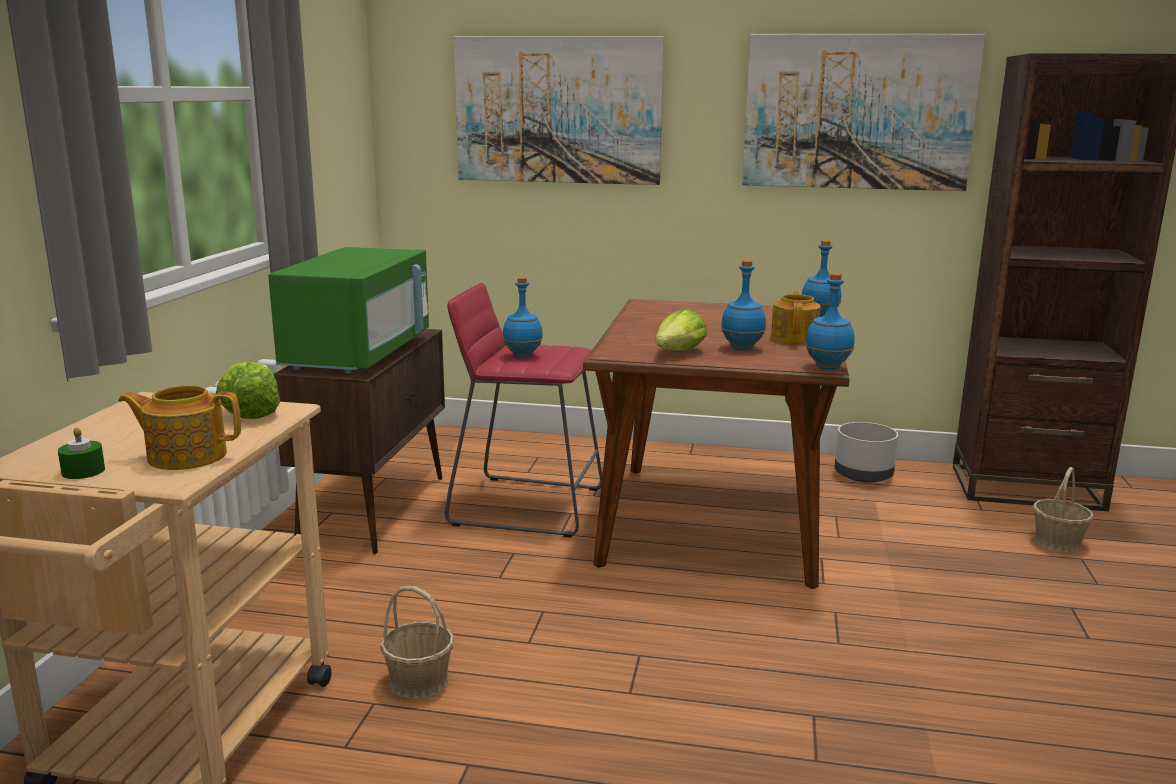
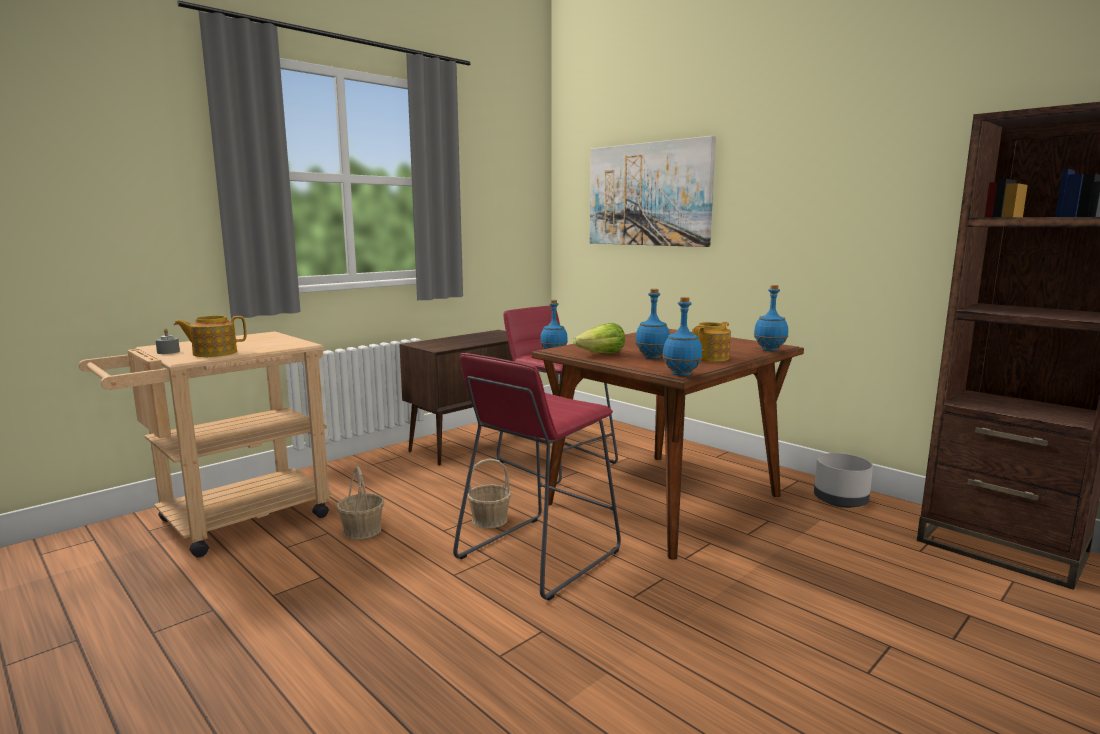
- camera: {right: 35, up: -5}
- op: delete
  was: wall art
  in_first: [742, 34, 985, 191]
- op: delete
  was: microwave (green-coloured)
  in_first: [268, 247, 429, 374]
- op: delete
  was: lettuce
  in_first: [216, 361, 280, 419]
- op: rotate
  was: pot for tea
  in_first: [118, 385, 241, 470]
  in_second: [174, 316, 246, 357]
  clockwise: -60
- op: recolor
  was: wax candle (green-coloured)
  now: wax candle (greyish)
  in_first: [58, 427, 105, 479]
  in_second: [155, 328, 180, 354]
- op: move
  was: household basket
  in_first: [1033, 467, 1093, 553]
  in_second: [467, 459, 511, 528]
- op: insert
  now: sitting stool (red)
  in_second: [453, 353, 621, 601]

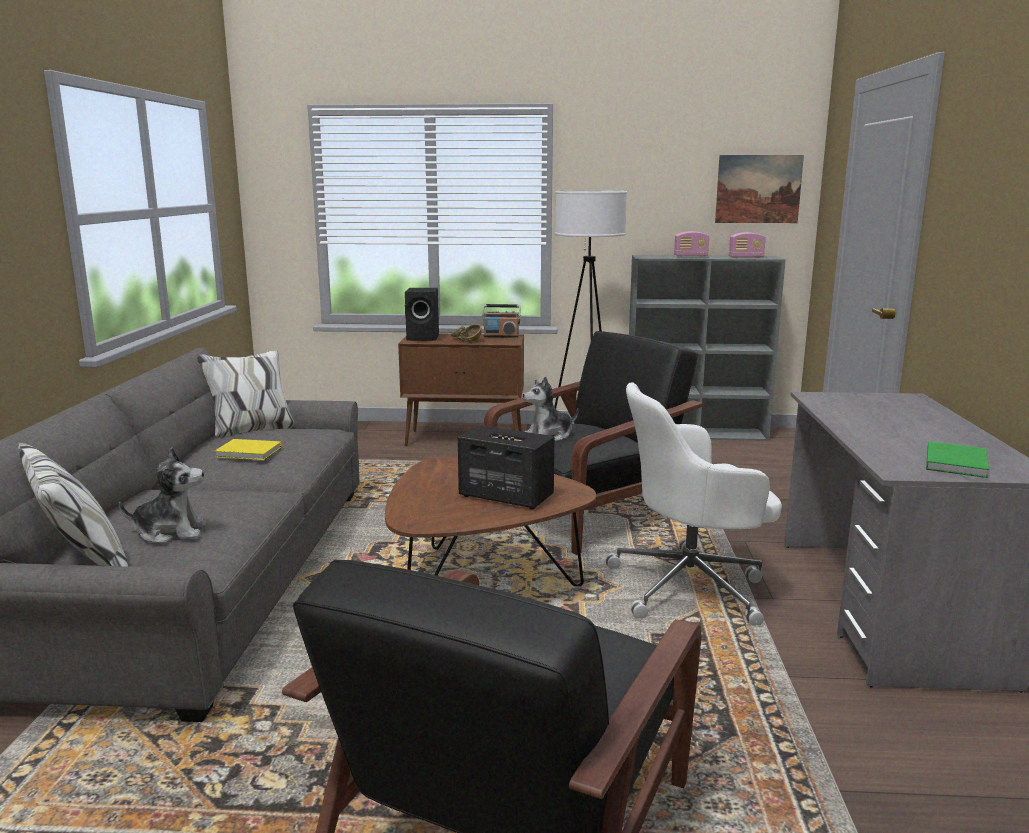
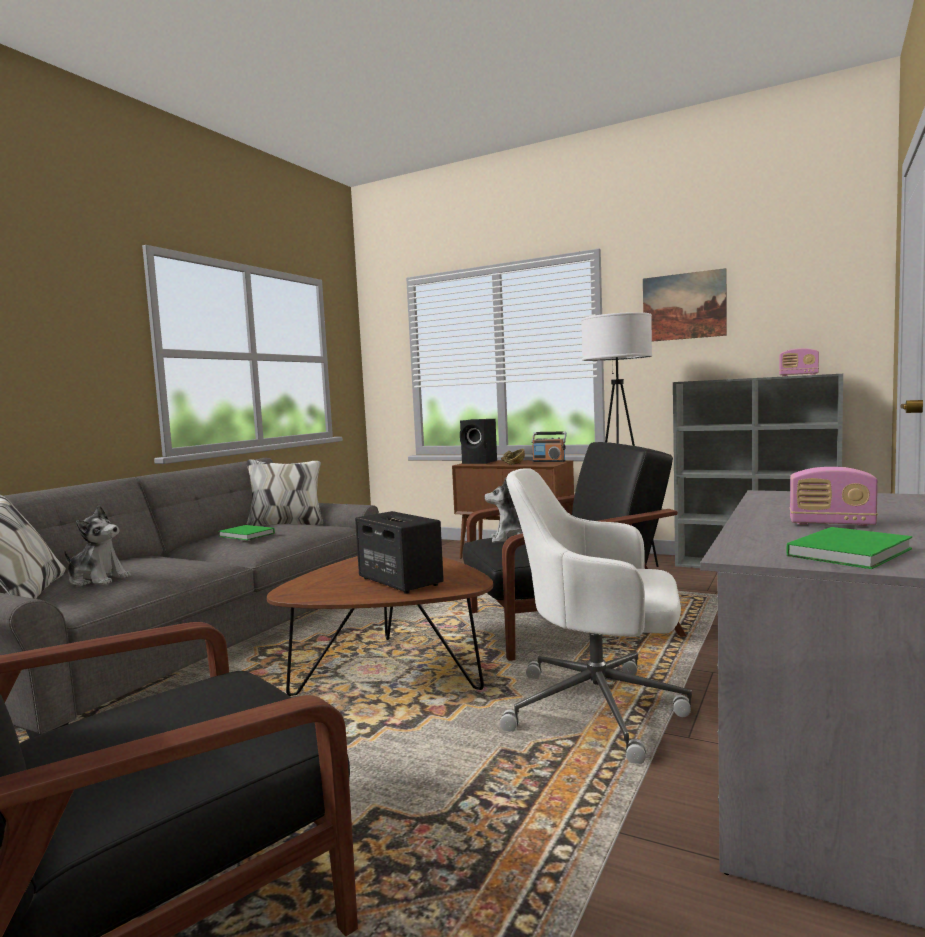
- camera: {right: 25, up: -10}
- op: move
  was: wall art
  in_first: [715, 155, 804, 223]
  in_second: [643, 268, 727, 342]
- op: move
  was: radio receiver
  in_first: [674, 231, 709, 257]
  in_second: [790, 467, 878, 526]
- op: recolor
  was: book (yellow)
  now: book (green-coloured)
  in_first: [214, 439, 282, 460]
  in_second: [218, 525, 275, 540]

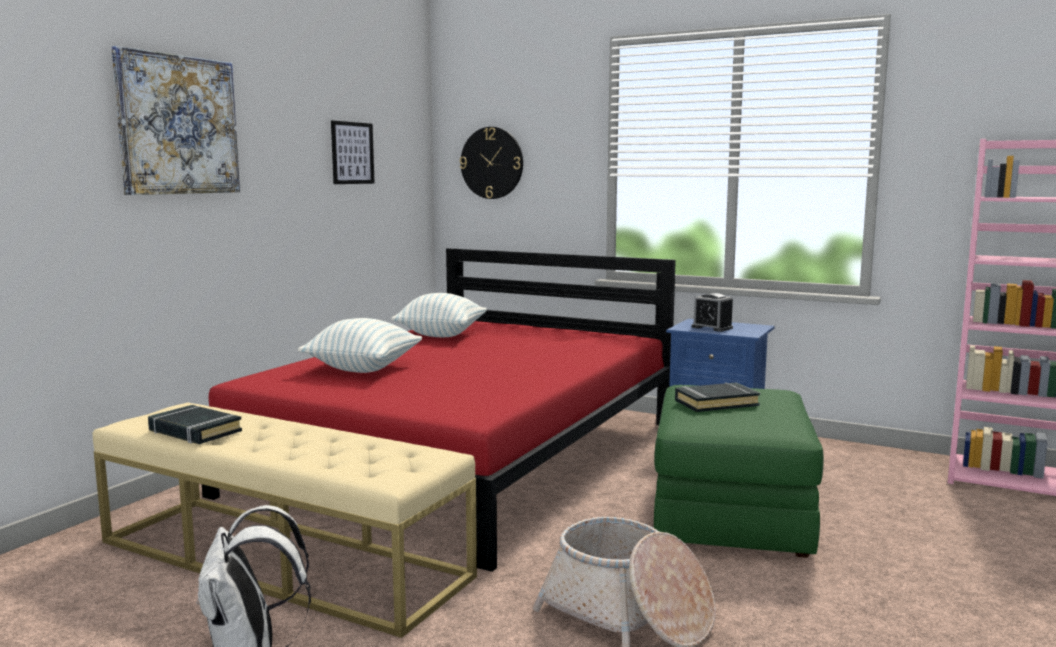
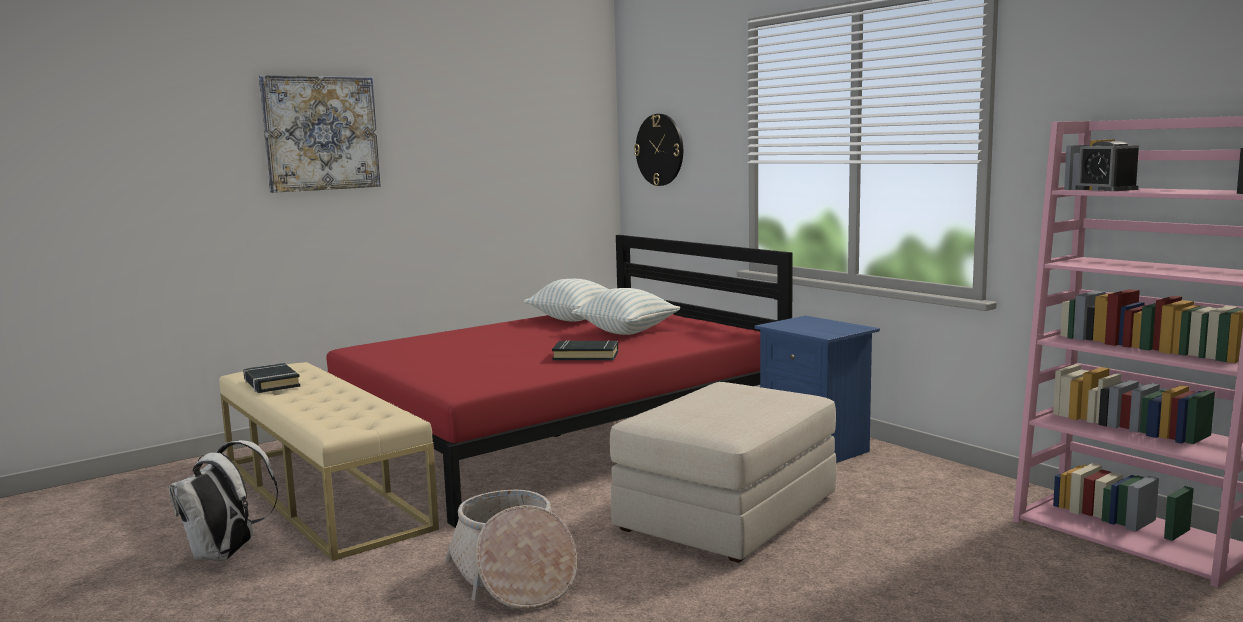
- camera: {right: 25, up: 0}
- op: delete
  was: wall art
  in_first: [331, 121, 375, 184]
- op: move
  was: alarm clock
  in_first: [692, 293, 733, 332]
  in_second: [1075, 141, 1139, 191]
- op: move
  was: cushion
  in_first: [298, 318, 422, 373]
  in_second: [572, 288, 680, 335]
- op: move
  was: book (black)
  in_first: [675, 383, 760, 412]
  in_second: [552, 340, 618, 361]
- op: recolor
  was: ottoman (green-coloured)
  now: ottoman (beige-coloured)
  in_first: [654, 385, 824, 558]
  in_second: [610, 382, 836, 563]

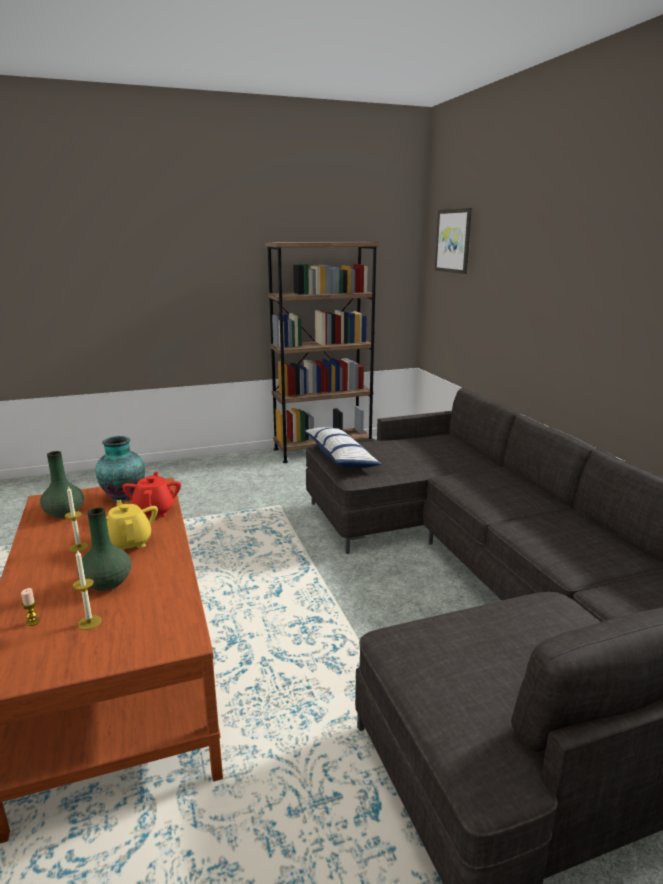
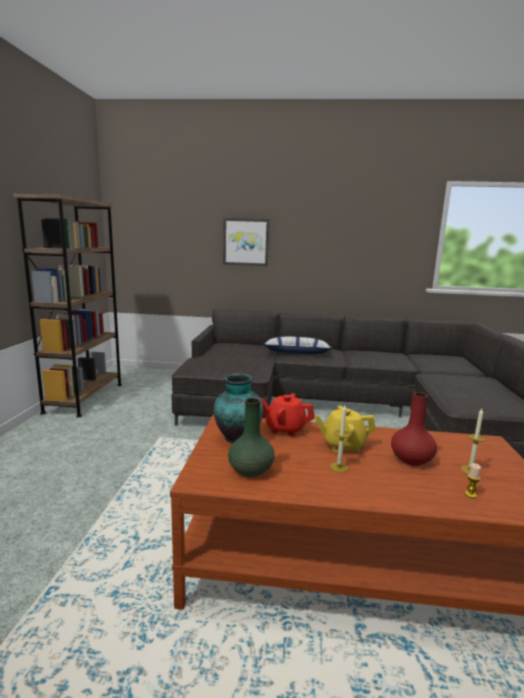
- camera: {right: -65, up: -5}
- op: move
  was: wall art
  in_first: [435, 208, 472, 274]
  in_second: [223, 218, 270, 266]
- op: move
  was: cushion
  in_first: [303, 427, 382, 468]
  in_second: [263, 337, 333, 354]
- op: recolor
  was: decorative vase (green-coloured)
  now: decorative vase (red)
  in_first: [77, 508, 131, 591]
  in_second: [391, 392, 437, 466]

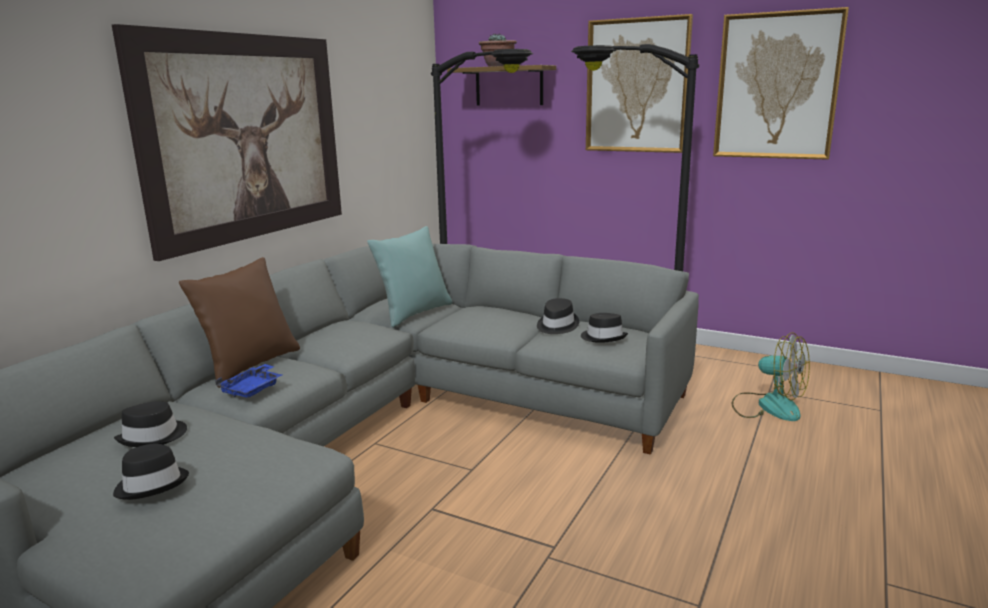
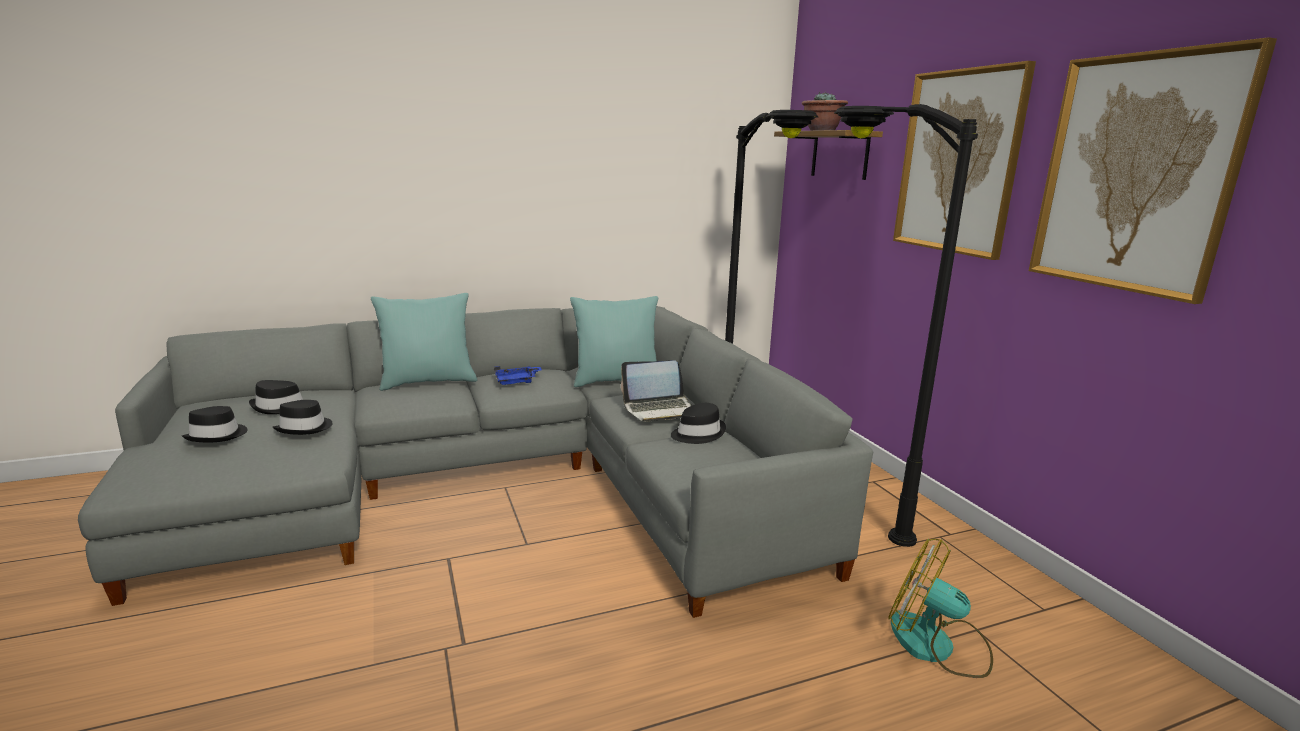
- camera: {right: 40, up: 0}
- op: delete
  was: wall art
  in_first: [112, 24, 342, 261]
- op: recolor
  was: cushion (brownish)
  now: cushion (turquoise-coloured)
  in_first: [179, 257, 300, 388]
  in_second: [371, 293, 477, 391]
- op: move
  was: hat (black)
  in_first: [581, 313, 628, 343]
  in_second: [273, 400, 333, 435]
- op: rotate
  was: electric fan
  in_first: [732, 332, 810, 421]
  in_second: [888, 539, 993, 678]
  clockwise: 135
- op: move
  was: tray (blue-coloured)
  in_first: [215, 364, 282, 398]
  in_second: [494, 366, 542, 385]
- op: insert
  now: notebook computer
  in_second: [621, 360, 692, 422]

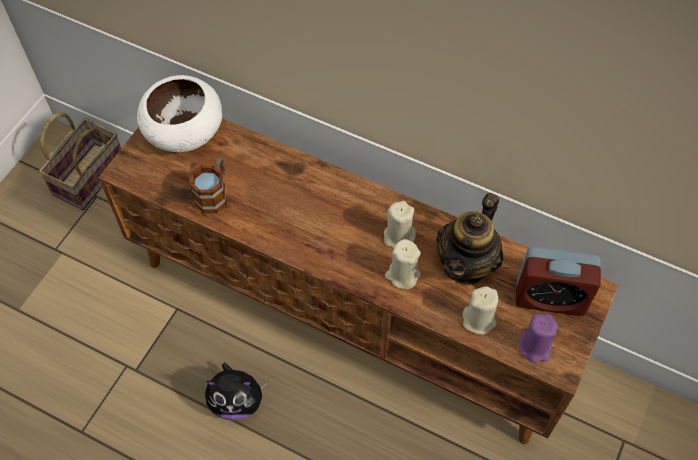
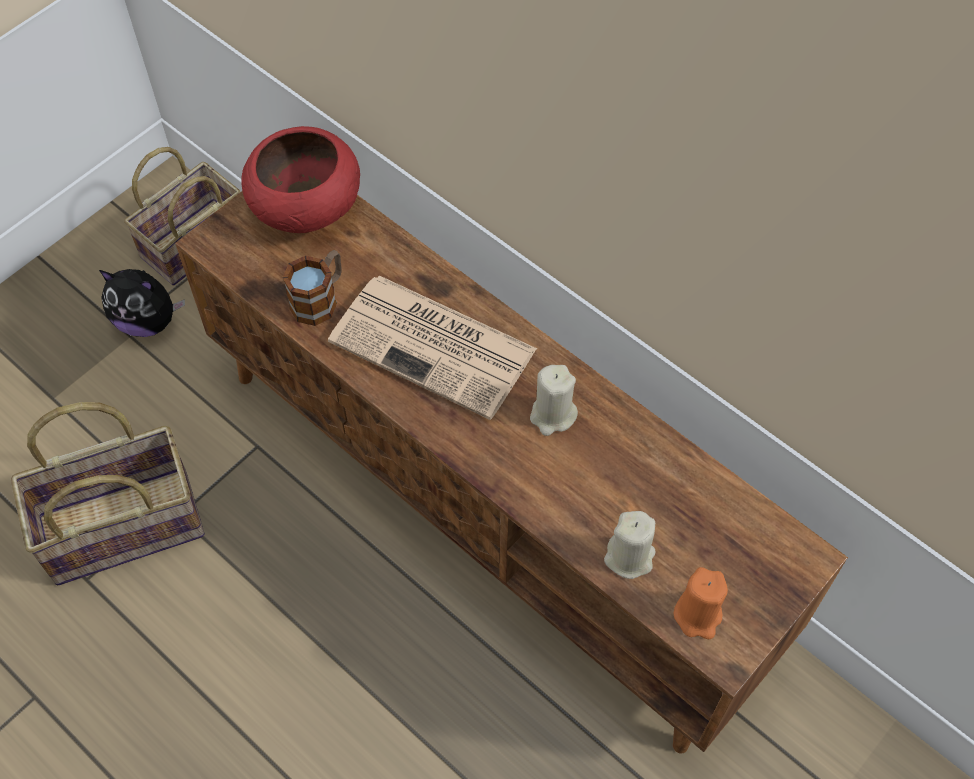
- camera: {right: 15, up: 0}
- op: recolor
  was: serving bowl (white)
  now: serving bowl (red)
  in_first: [137, 75, 222, 152]
  in_second: [241, 126, 360, 233]
- op: delete
  was: pot for tea
  in_first: [436, 193, 503, 285]
- op: delete
  was: wax candle (beige-coloured)
  in_first: [385, 239, 421, 289]
- op: delete
  was: alarm clock
  in_first: [515, 247, 601, 316]
- op: recolor
  was: wax candle (purple)
  now: wax candle (orange)
  in_first: [519, 314, 558, 363]
  in_second: [674, 567, 728, 639]
- op: move
  was: plush toy
  in_first: [205, 363, 268, 421]
  in_second: [99, 269, 185, 337]
- op: insert
  now: newspaper
  in_second: [328, 275, 537, 420]
- op: insert
  now: household basket
  in_second: [11, 402, 204, 585]

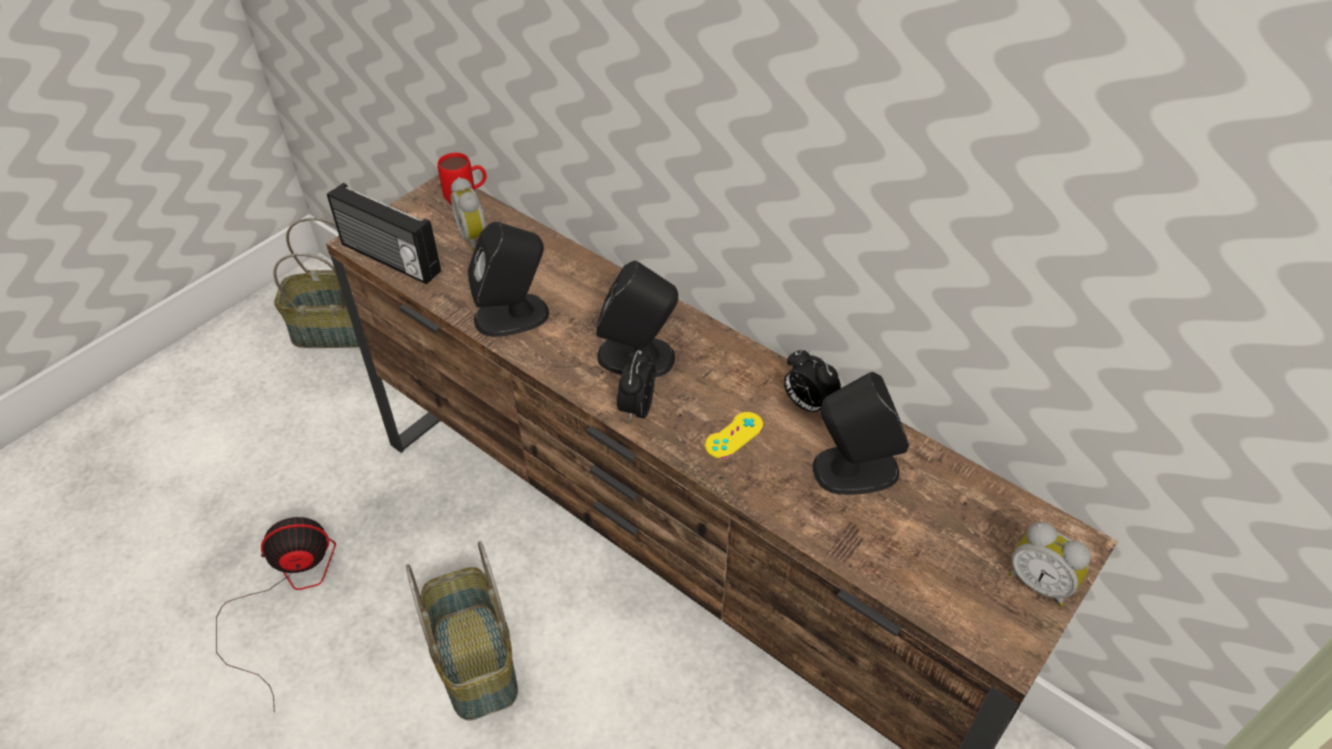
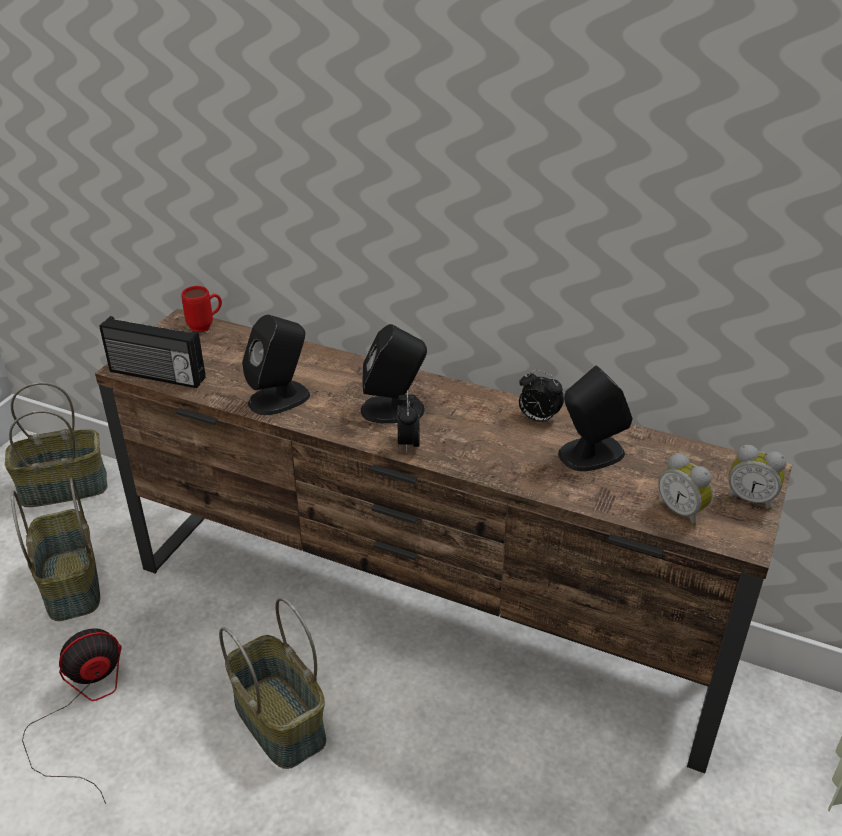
- camera: {right: -15, up: -10}
- op: move
  was: alarm clock
  in_first: [450, 177, 486, 251]
  in_second: [658, 453, 713, 526]
- op: delete
  was: game controller (yellow)
  in_first: [705, 412, 763, 458]
- op: insert
  now: household basket
  in_second: [11, 477, 100, 621]

